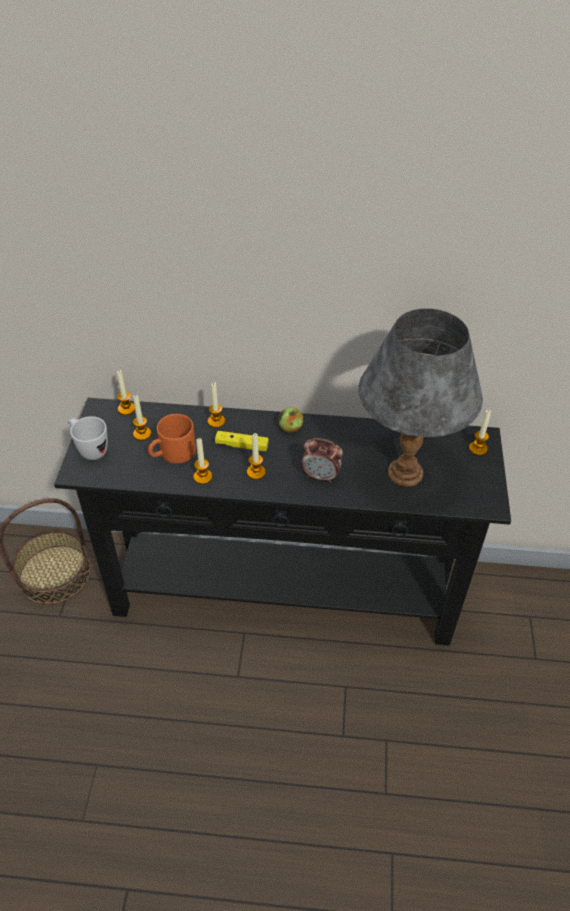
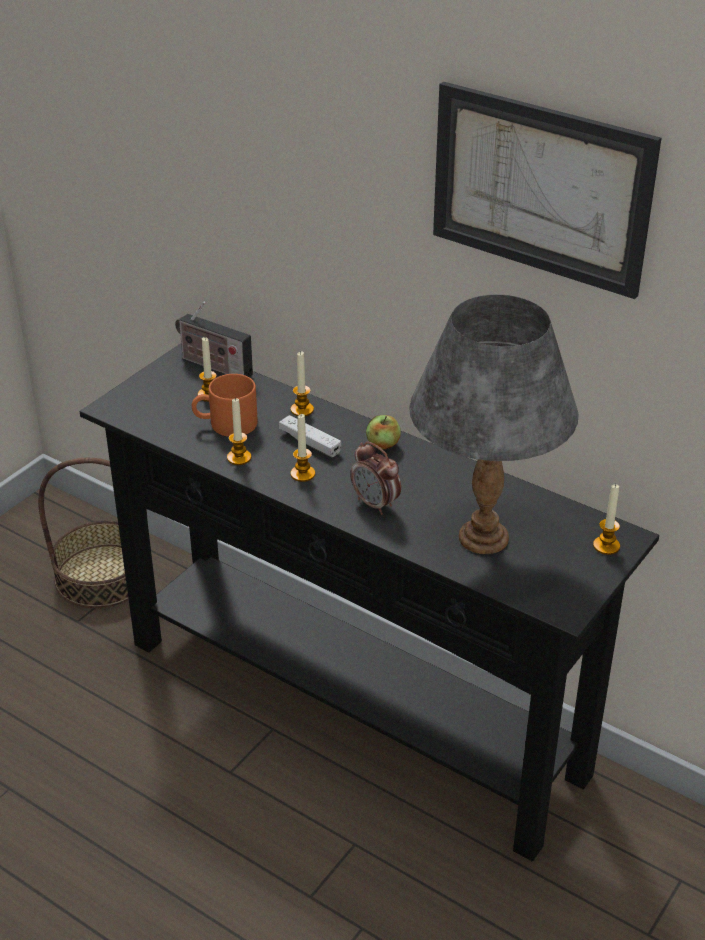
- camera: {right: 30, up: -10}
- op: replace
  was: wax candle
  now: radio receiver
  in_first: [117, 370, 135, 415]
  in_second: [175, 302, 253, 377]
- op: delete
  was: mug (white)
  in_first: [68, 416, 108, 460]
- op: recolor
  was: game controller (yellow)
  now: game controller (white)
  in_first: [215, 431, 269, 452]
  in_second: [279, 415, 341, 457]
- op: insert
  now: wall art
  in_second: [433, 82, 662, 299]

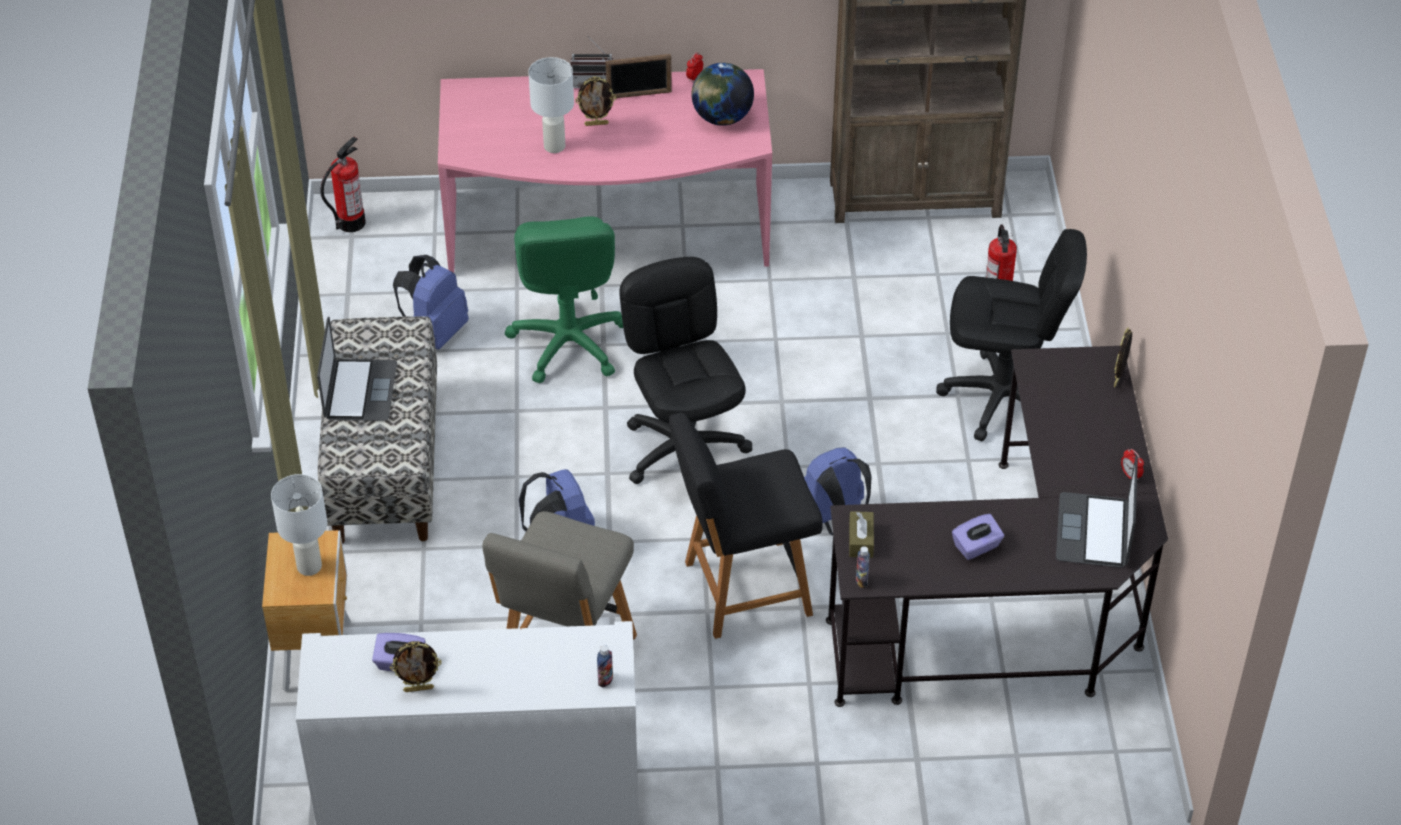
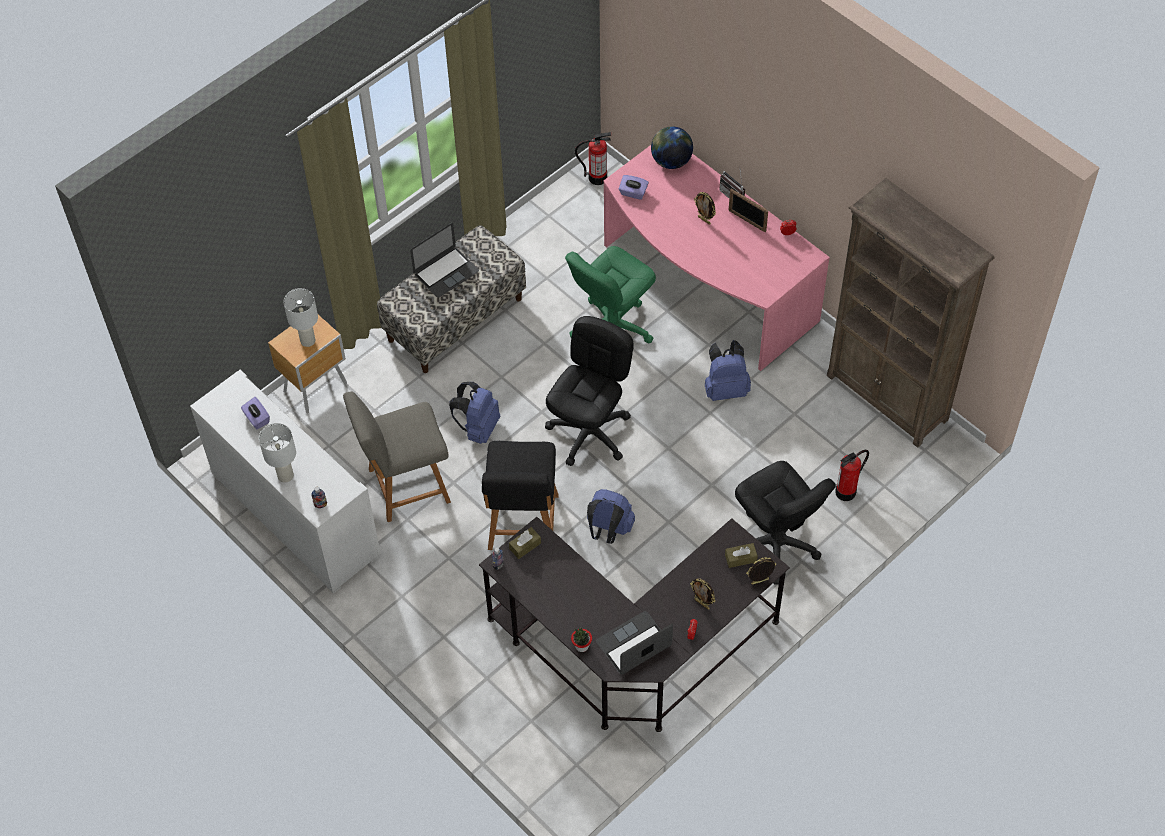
- camera: {right: 50, up: 10}
- op: move
  was: tabletop lamp (white)
  in_first: [528, 57, 574, 153]
  in_second: [259, 423, 296, 483]
- op: move
  was: globe
  in_first: [692, 63, 754, 126]
  in_second: [651, 126, 693, 169]
- op: move
  was: rucksack (blue-coloured)
  in_first: [393, 255, 468, 350]
  in_second: [705, 340, 751, 401]
- op: rotate
  was: upright chair (black)
  in_first: [669, 413, 823, 639]
  in_second: [482, 441, 559, 550]
  clockwise: -120
- op: move
  was: tissue holder (purple)
  in_first: [952, 514, 1004, 560]
  in_second: [619, 175, 649, 200]
- op: move
  was: photo frame
  in_first: [390, 641, 442, 692]
  in_second: [690, 578, 716, 609]
- op: insert
  now: tissue holder (brownish)
  in_second: [725, 543, 758, 568]
- op: insert
  now: houseplant
  in_second: [571, 627, 592, 652]

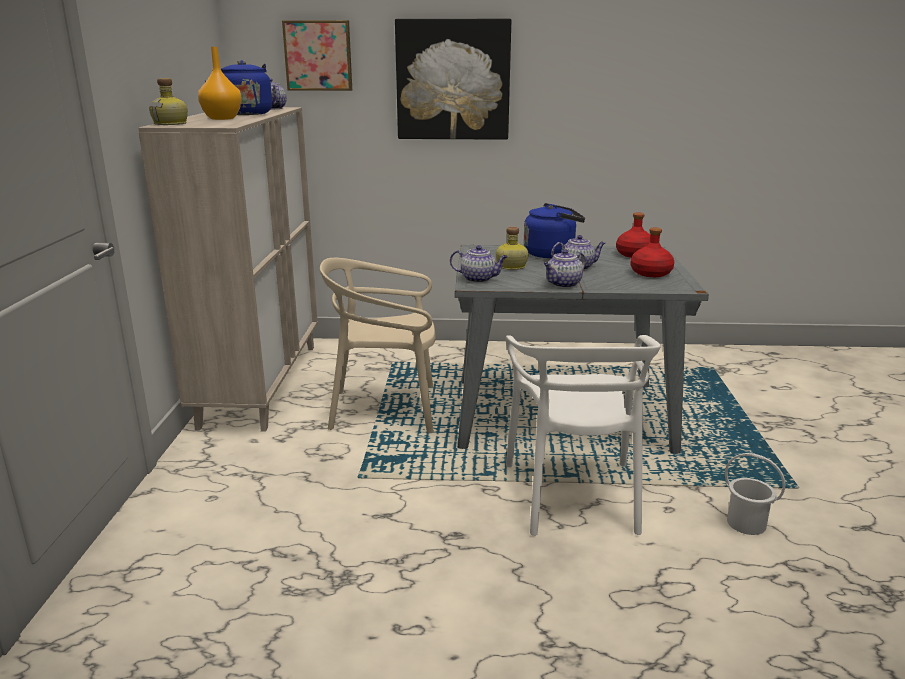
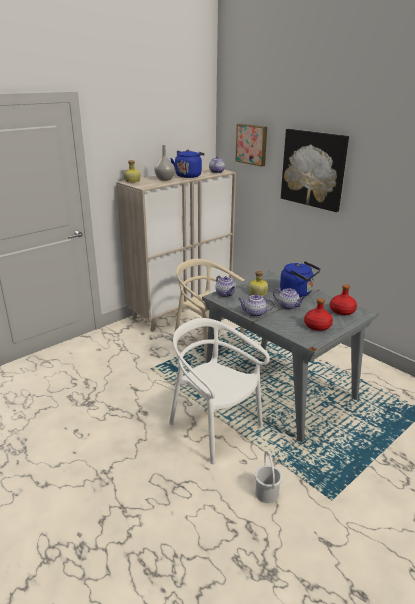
- camera: {right: 45, up: 5}
- op: recolor
  was: decorative vase (orange)
  now: decorative vase (greyish)
  in_first: [198, 47, 242, 120]
  in_second: [154, 145, 175, 181]
- op: rotate
  was: upright chair (white)
  in_first: [506, 335, 661, 536]
  in_second: [169, 318, 270, 465]
  clockwise: 90

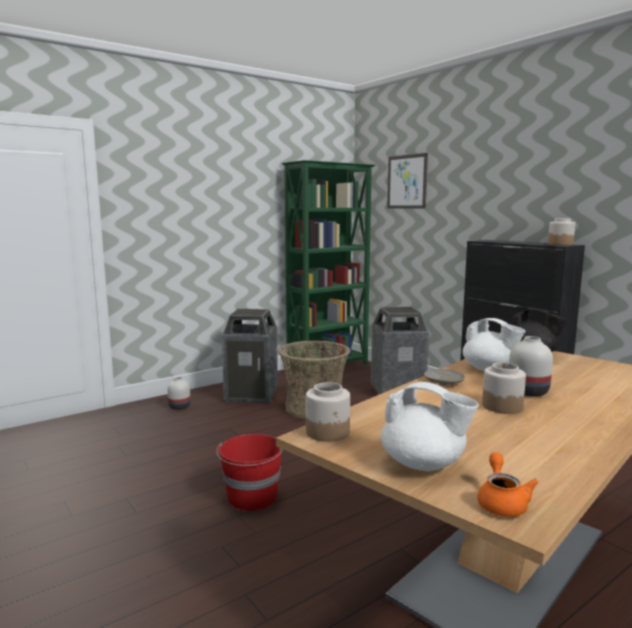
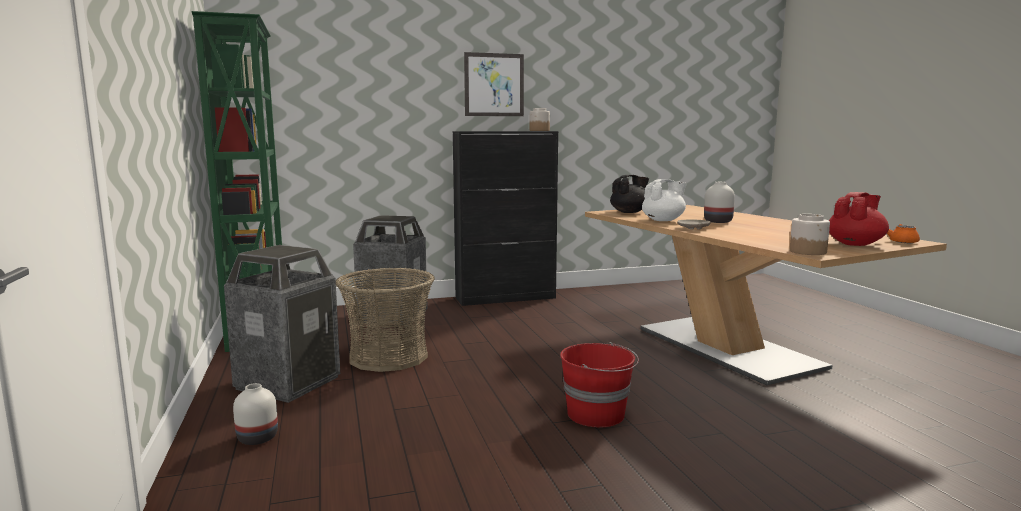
- camera: {right: -70, up: 0}
- op: move
  was: wall art
  in_first: [387, 153, 428, 208]
  in_second: [464, 52, 524, 116]
- op: delete
  was: jar
  in_first: [482, 362, 526, 414]
- op: recolor
  was: pot for tea (white)
  now: pot for tea (red)
  in_first: [381, 382, 479, 471]
  in_second: [829, 192, 889, 246]

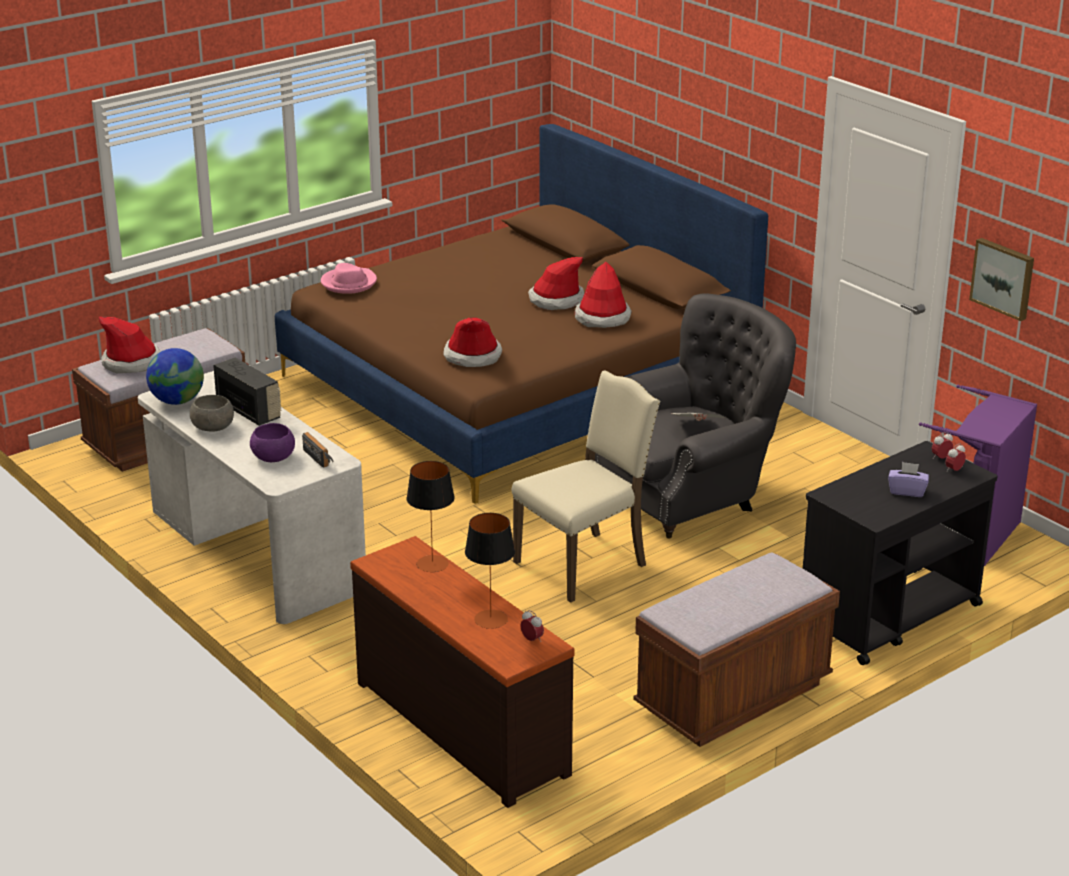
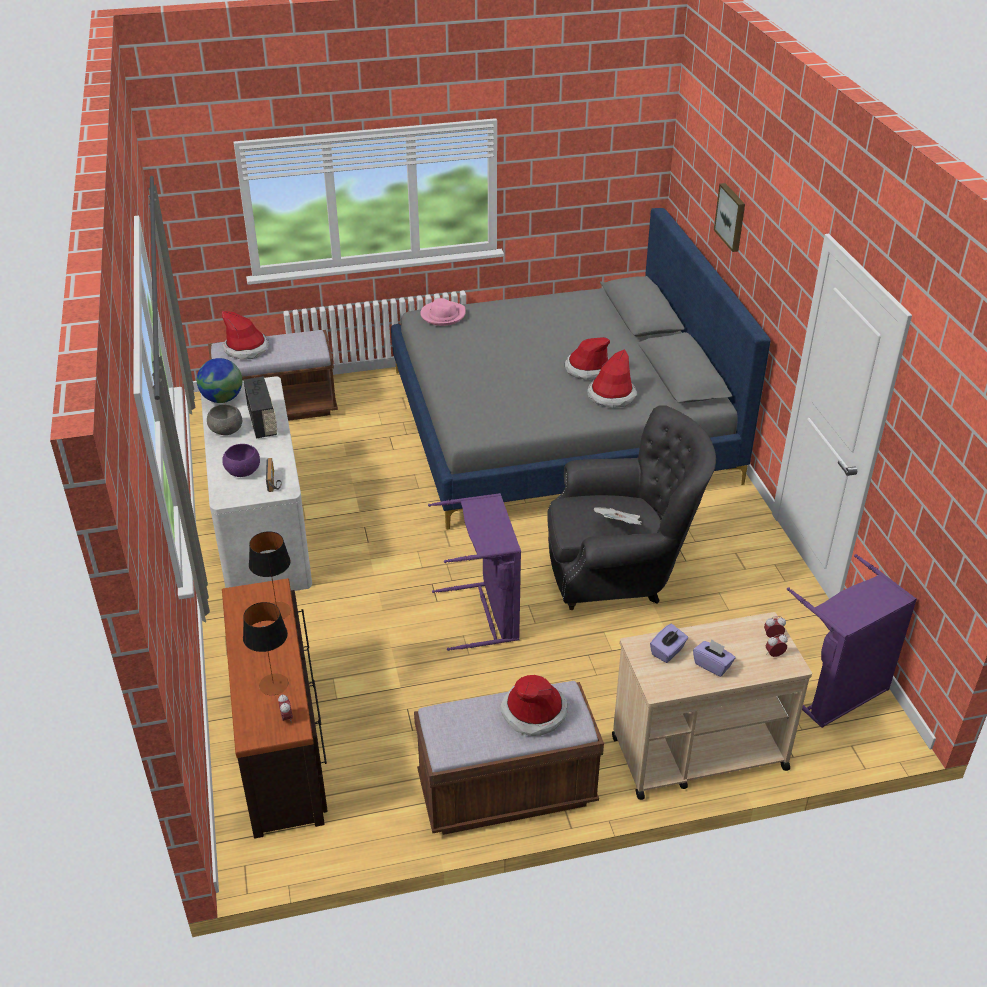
- camera: {right: 25, up: 10}
- op: recolor
  was: bed (brownish)
  now: bed (greyish)
  in_first: [275, 124, 768, 504]
  in_second: [391, 208, 771, 530]
- op: move
  was: wall art
  in_first: [969, 238, 1034, 321]
  in_second: [714, 183, 745, 252]
- op: move
  was: hat
  in_first: [443, 317, 502, 367]
  in_second: [501, 675, 567, 736]
- op: replace
  was: upright chair (beige-coloured)
  now: laundry basket (purple)
  in_first: [512, 370, 660, 603]
  in_second: [428, 493, 521, 651]
- op: recolor
  was: trolley (black)
  now: trolley (beige-coloured)
  in_first: [803, 441, 997, 665]
  in_second: [612, 612, 812, 800]
- op: insert
  now: tissue holder (purple)
  in_second: [650, 624, 688, 663]

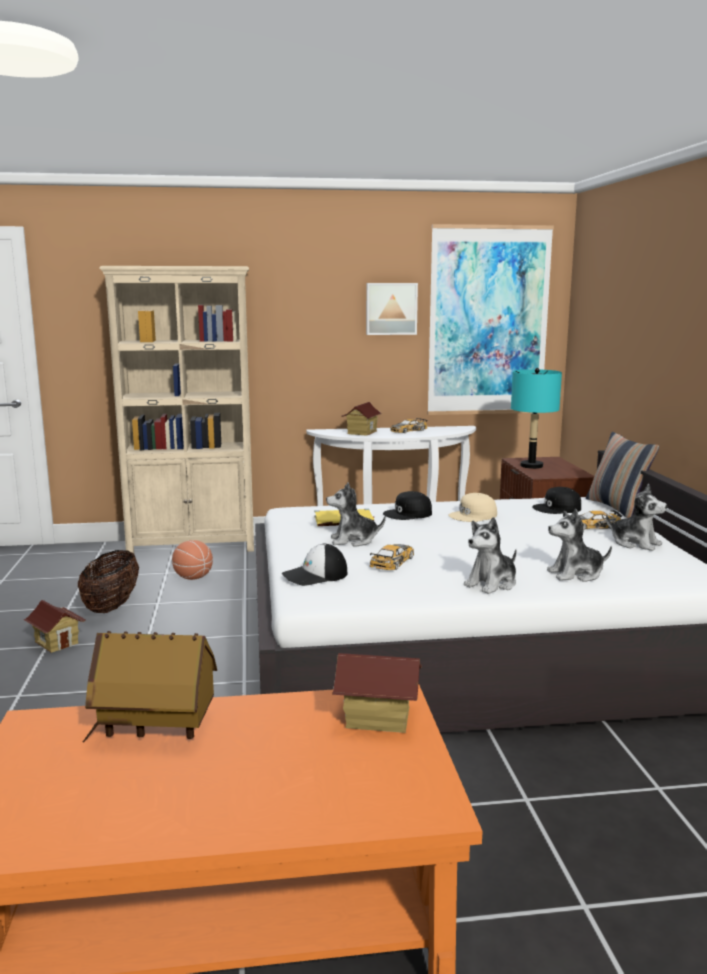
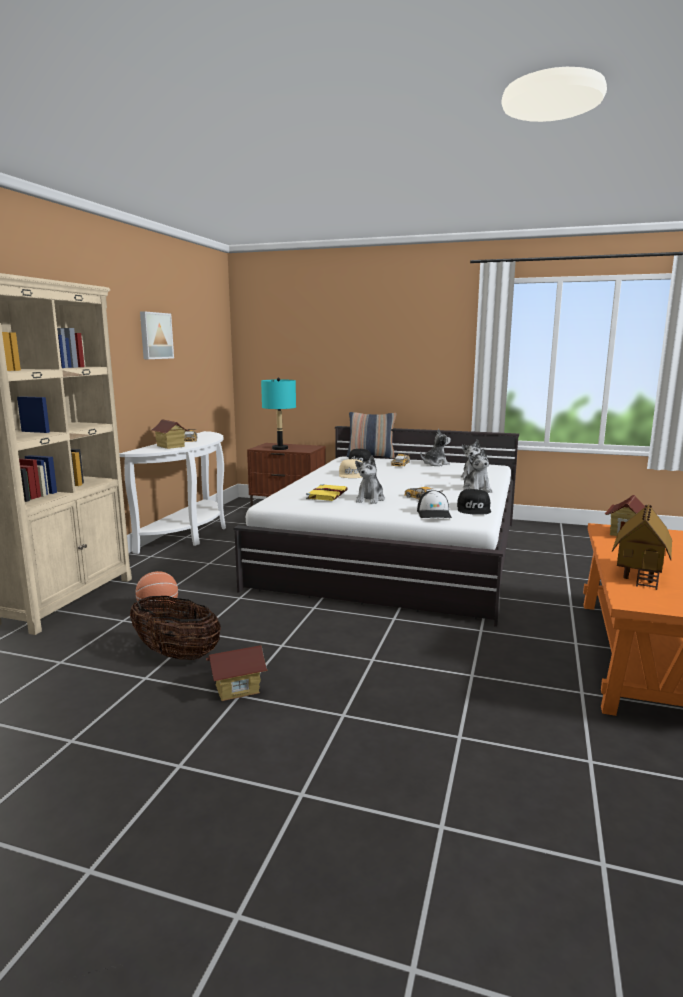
- camera: {right: -65, up: 0}
- op: delete
  was: wall art
  in_first: [427, 224, 554, 415]
- op: move
  was: peaked cap (black)
  in_first: [383, 491, 432, 520]
  in_second: [457, 489, 491, 515]

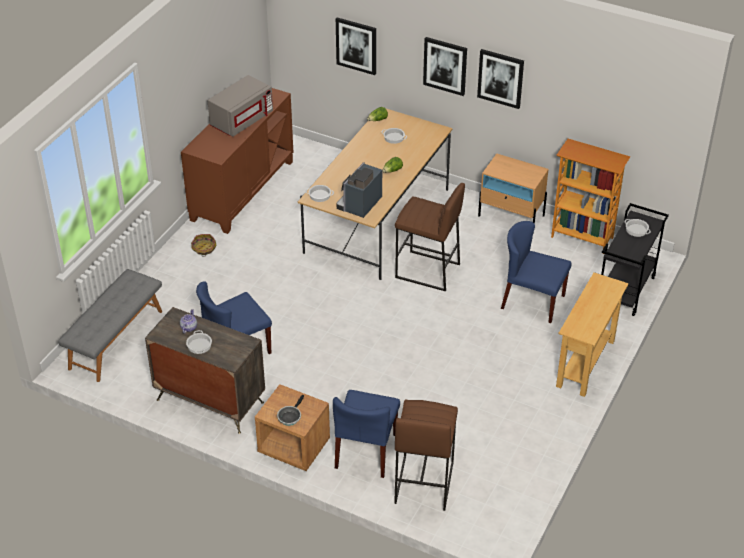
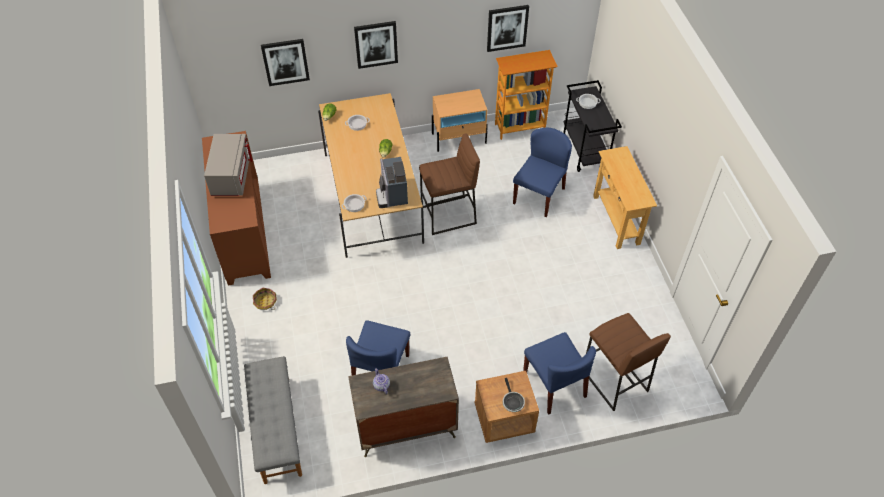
- camera: {right: -40, up: 10}
- op: move
  was: wall art
  in_first: [477, 49, 524, 109]
  in_second: [487, 5, 529, 52]
- op: rotate
  was: upright chair (blue-coloured)
  in_first: [501, 221, 571, 323]
  in_second: [513, 128, 572, 217]
  clockwise: 135
- op: delete
  was: stockpot
  in_first: [186, 330, 212, 354]

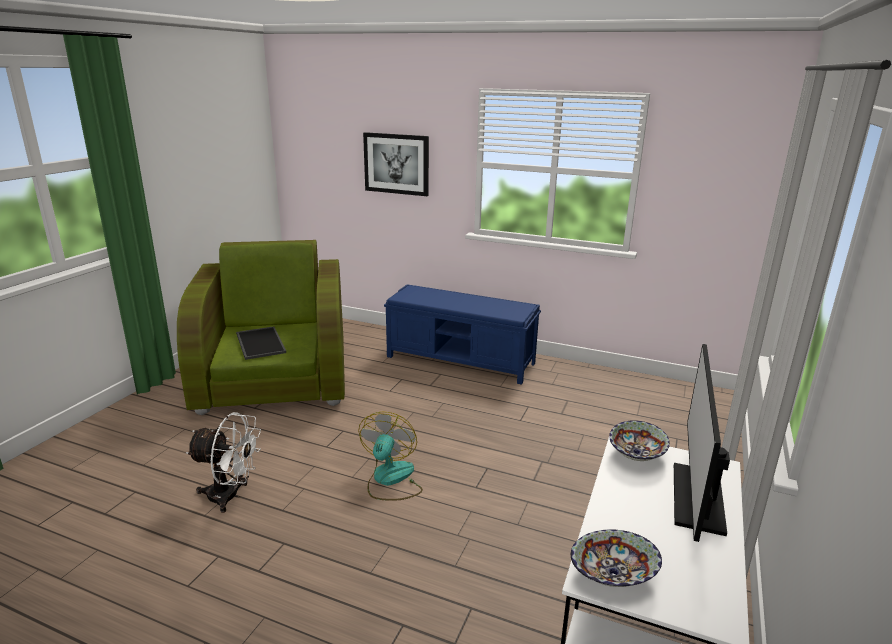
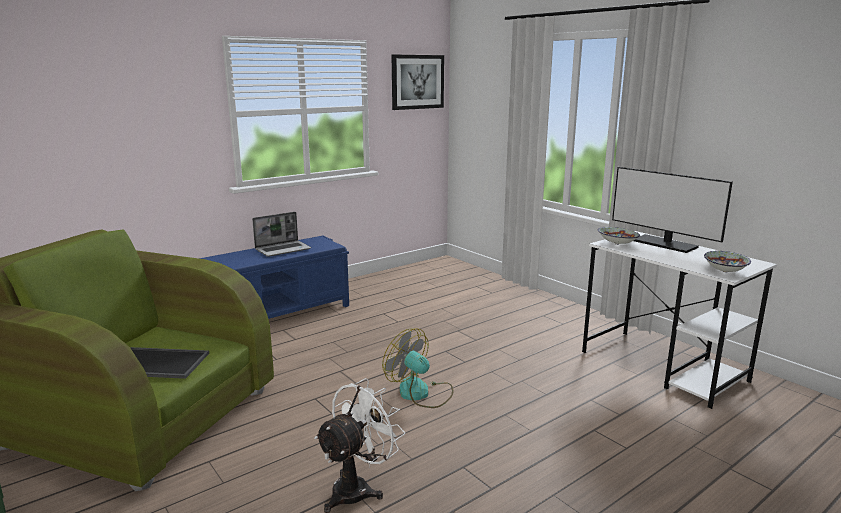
- camera: {right: -60, up: -5}
- op: move
  was: wall art
  in_first: [363, 132, 429, 196]
  in_second: [392, 54, 444, 110]
- op: insert
  now: notebook computer
  in_second: [252, 212, 311, 257]

